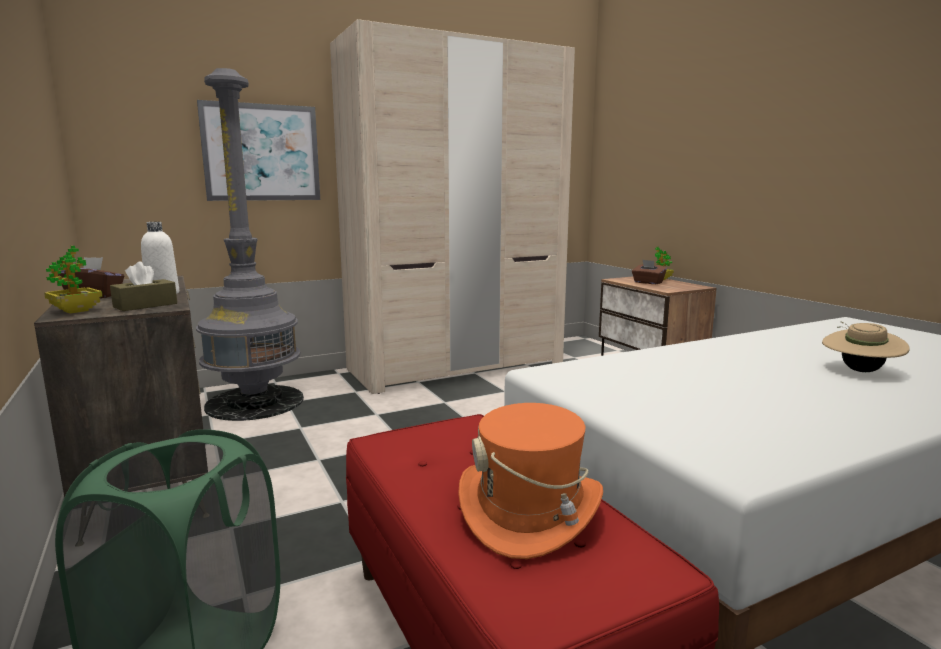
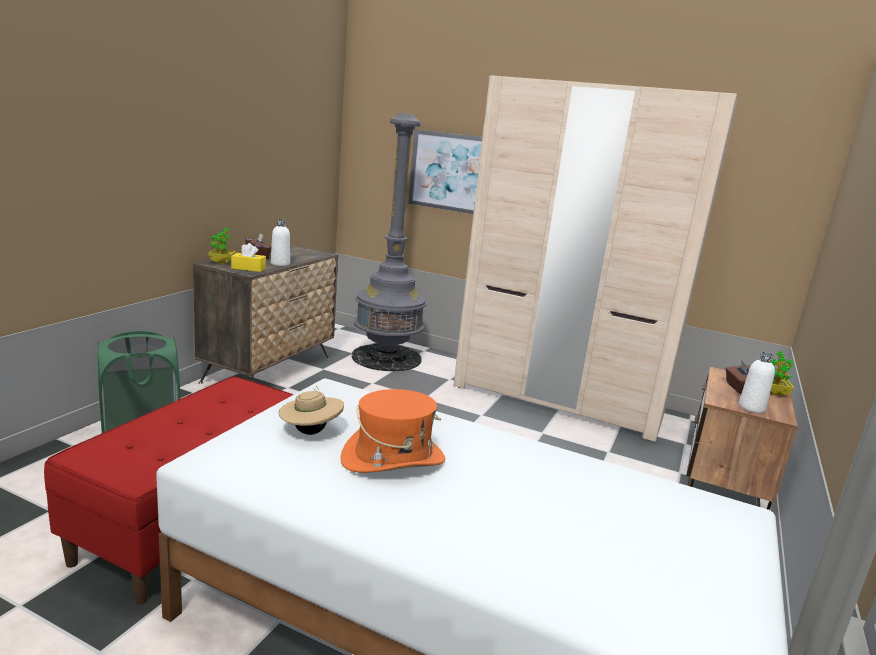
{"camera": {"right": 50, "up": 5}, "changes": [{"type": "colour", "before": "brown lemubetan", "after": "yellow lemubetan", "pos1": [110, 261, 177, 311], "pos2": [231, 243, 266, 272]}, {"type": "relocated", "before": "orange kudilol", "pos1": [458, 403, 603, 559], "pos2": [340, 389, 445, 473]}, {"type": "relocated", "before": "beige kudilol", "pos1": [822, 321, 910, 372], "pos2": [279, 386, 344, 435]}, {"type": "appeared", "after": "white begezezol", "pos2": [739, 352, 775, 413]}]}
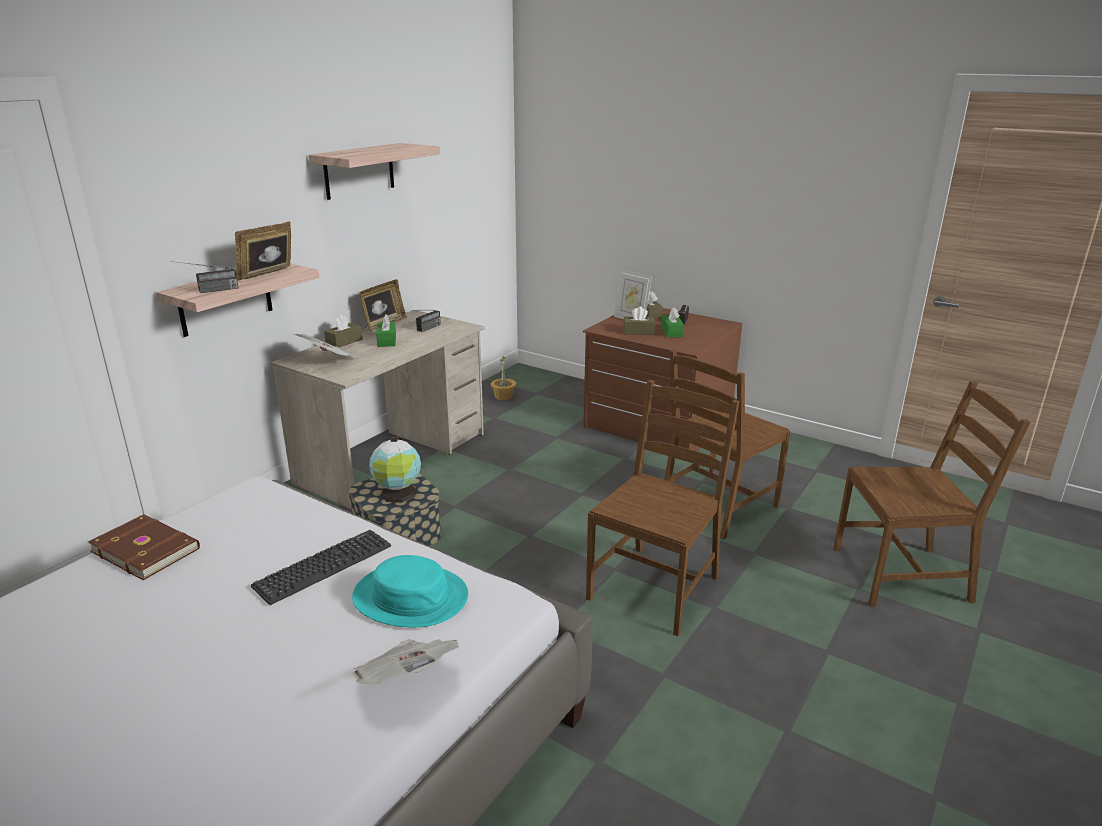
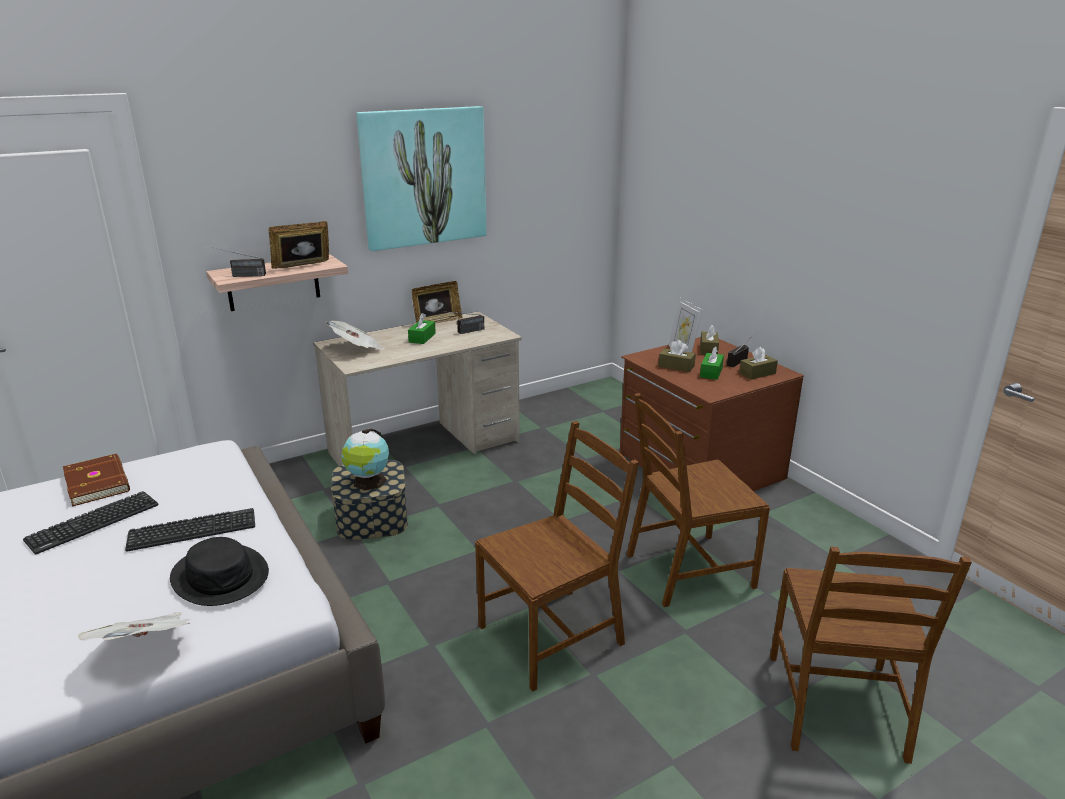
{"camera": {"right": 25, "up": 0}, "changes": [{"type": "exchanged", "before": "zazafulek", "after": "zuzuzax", "pos1": [308, 143, 440, 200], "pos2": [356, 106, 487, 251]}, {"type": "relocated", "before": "brown lemubetan", "pos1": [324, 315, 363, 348], "pos2": [739, 347, 778, 379]}, {"type": "colour", "before": "turquoise kudilol", "after": "black kudilol", "pos1": [352, 555, 468, 627], "pos2": [170, 537, 269, 606]}, {"type": "missing", "before": "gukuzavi", "pos1": [491, 356, 516, 400]}, {"type": "spun", "before": "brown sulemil", "pos1": [834, 381, 1030, 607], "pos2": [770, 546, 972, 764], "turn": 75}, {"type": "appeared", "after": "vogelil", "pos2": [23, 491, 159, 554]}]}
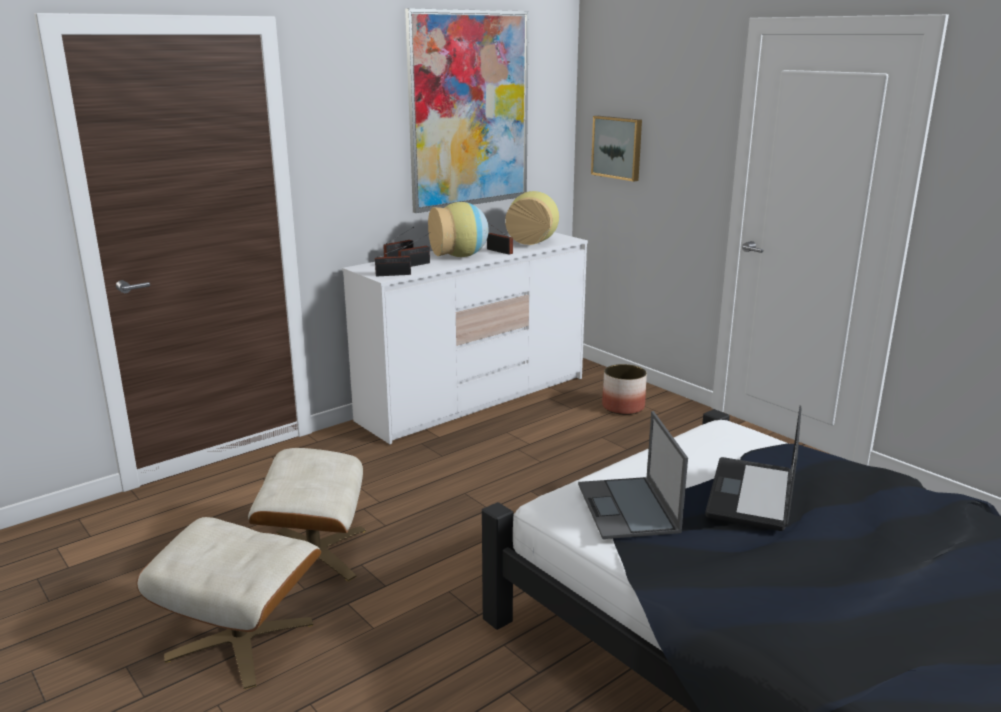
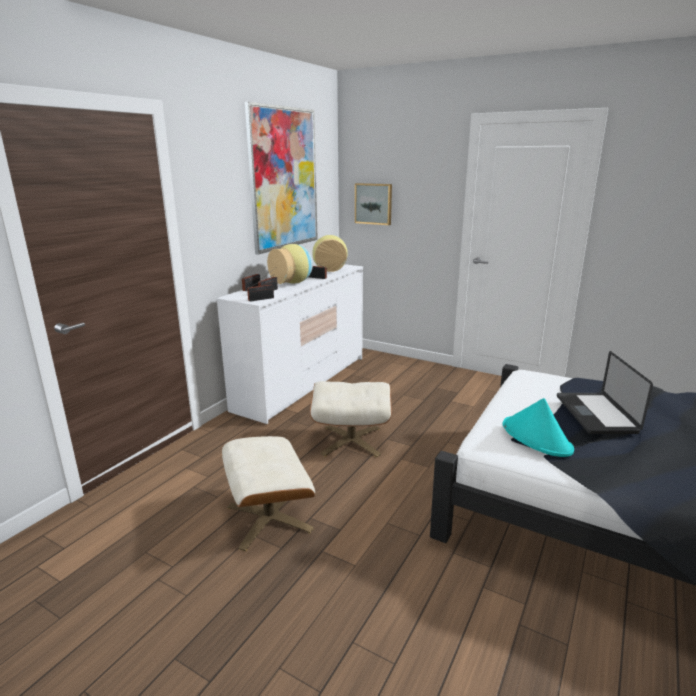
{"camera": {"right": -20, "up": 0}, "changes": [{"type": "relocated", "before": "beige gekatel", "pos1": [136, 517, 321, 689], "pos2": [310, 381, 392, 457]}, {"type": "exchanged", "before": "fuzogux", "after": "turquoise kudilol", "pos1": [578, 411, 688, 539], "pos2": [502, 398, 574, 457]}, {"type": "missing", "before": "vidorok", "pos1": [602, 364, 647, 415]}]}
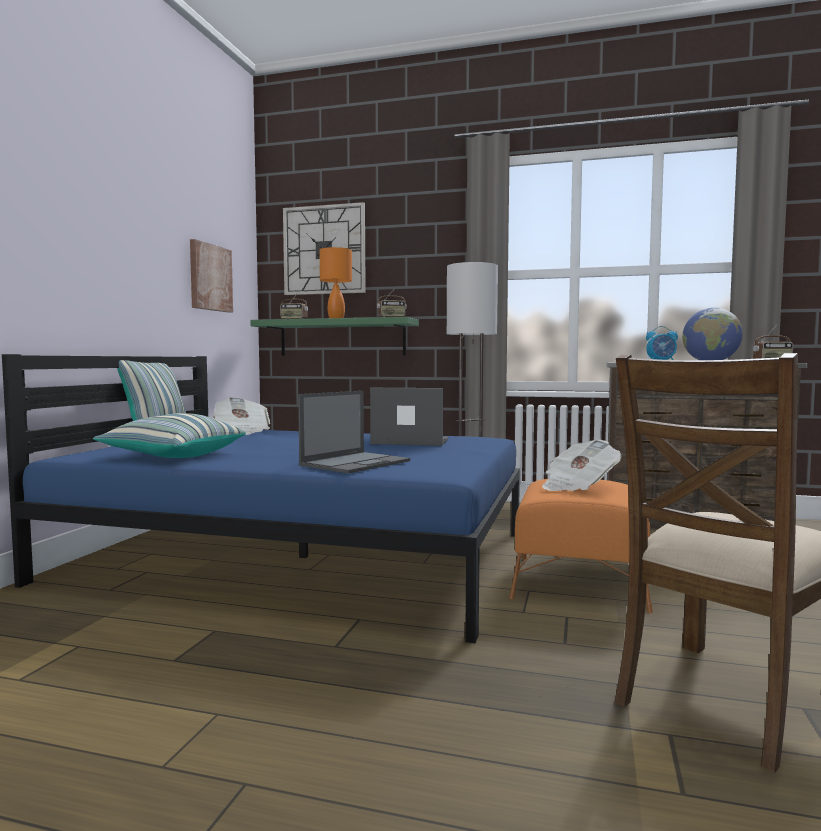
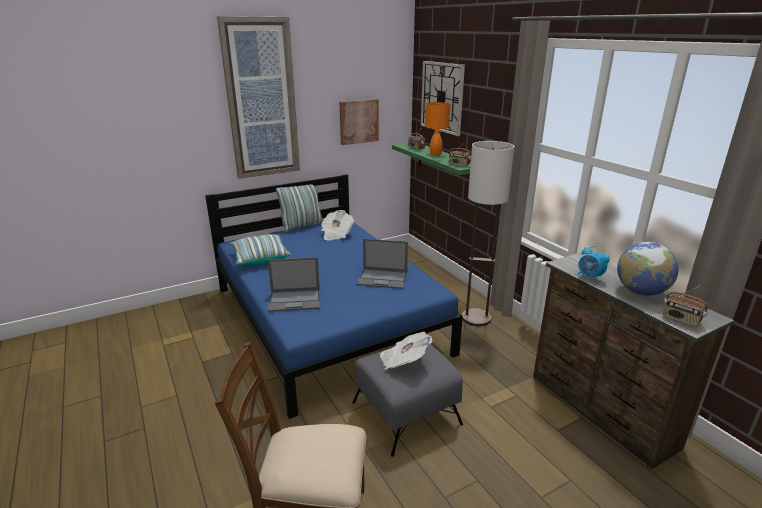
{"camera": {"right": 45, "up": 20}, "changes": [{"type": "spun", "before": "fuzogux", "pos1": [370, 388, 449, 446], "pos2": [357, 239, 408, 289], "turn": 135}, {"type": "colour", "before": "orange gekatel", "after": "grey gekatel", "pos1": [509, 479, 653, 613], "pos2": [352, 344, 463, 457]}, {"type": "appeared", "after": "zuzuzax", "pos2": [217, 16, 300, 179]}]}
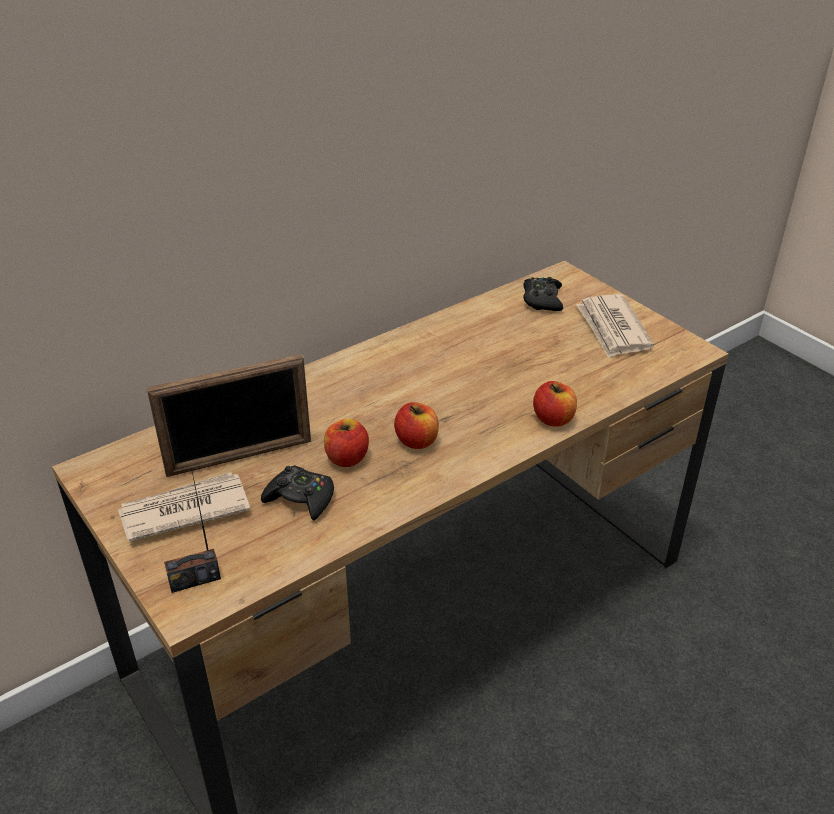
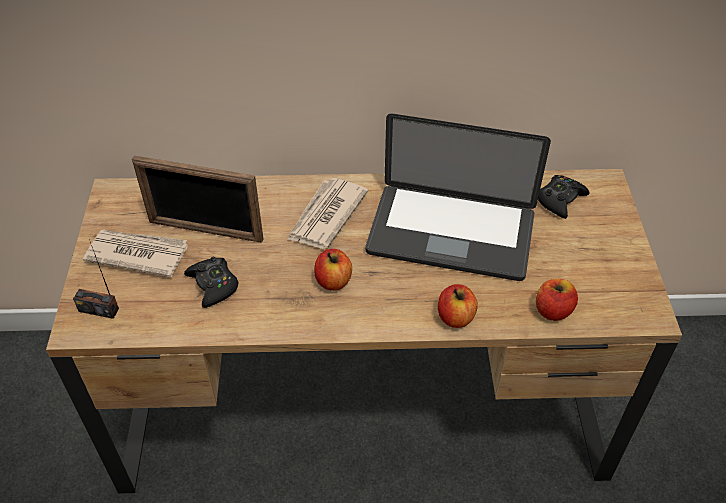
{"camera": {"right": 35, "up": 10}, "changes": [{"type": "relocated", "before": "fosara", "pos1": [324, 419, 369, 467], "pos2": [536, 279, 578, 321]}, {"type": "relocated", "before": "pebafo", "pos1": [576, 294, 654, 358], "pos2": [287, 178, 368, 249]}, {"type": "appeared", "after": "fuzogux", "pos2": [365, 114, 551, 281]}]}
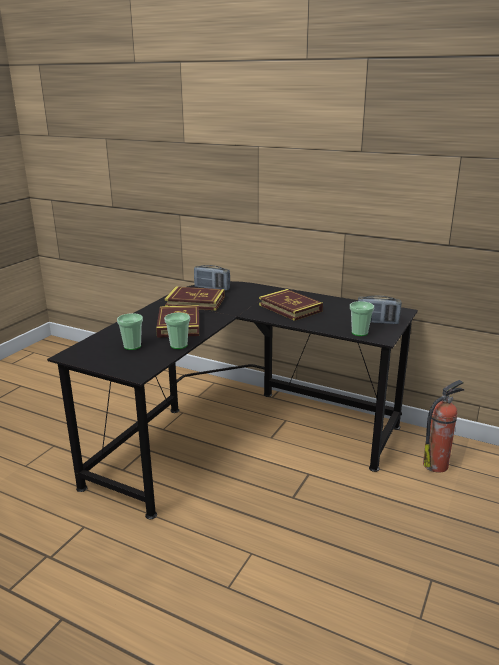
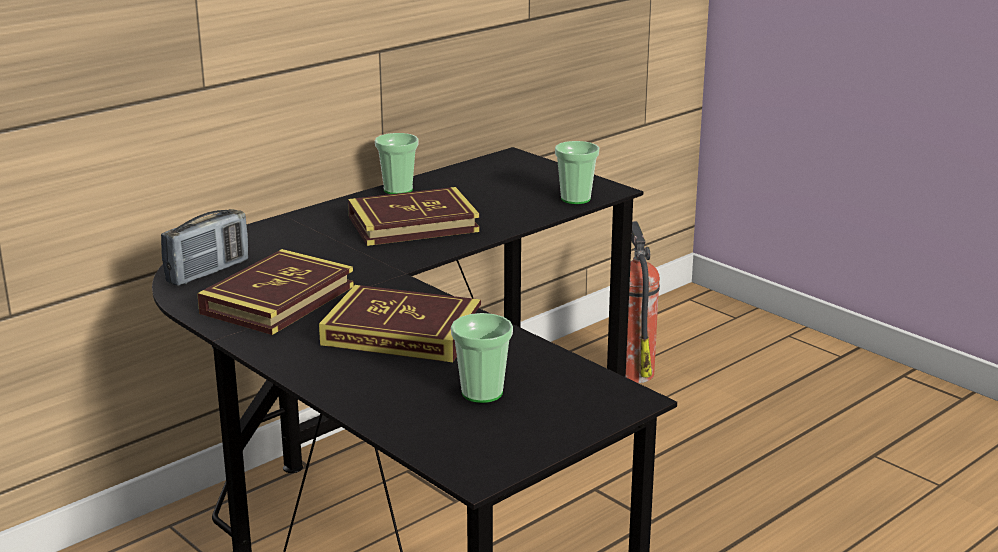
{"camera": {"right": -70, "up": 0}, "changes": [{"type": "relocated", "before": "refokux", "pos1": [164, 313, 190, 349], "pos2": [375, 133, 419, 194]}, {"type": "missing", "before": "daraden", "pos1": [358, 296, 402, 324]}]}
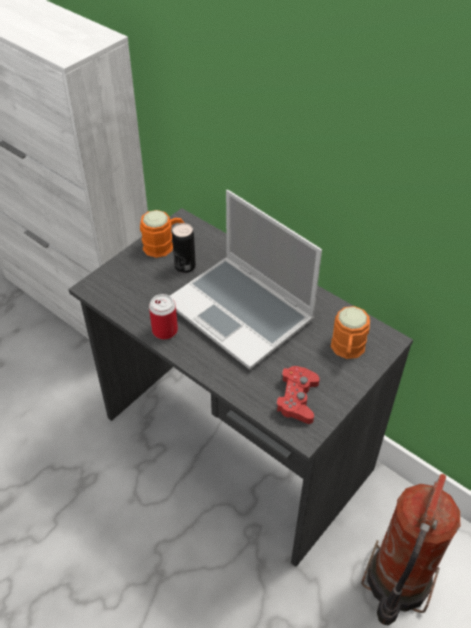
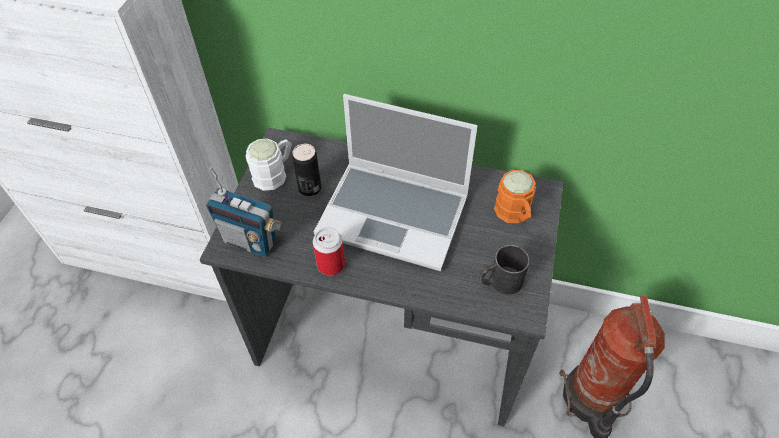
{"camera": {"right": -25, "up": 5}, "changes": [{"type": "colour", "before": "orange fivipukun", "after": "white fivipukun", "pos1": [140, 210, 184, 258], "pos2": [246, 139, 292, 191]}, {"type": "exchanged", "before": "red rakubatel", "after": "black fivipukun", "pos1": [275, 366, 320, 424], "pos2": [479, 245, 530, 295]}, {"type": "appeared", "after": "daraden", "pos2": [206, 167, 282, 256]}]}
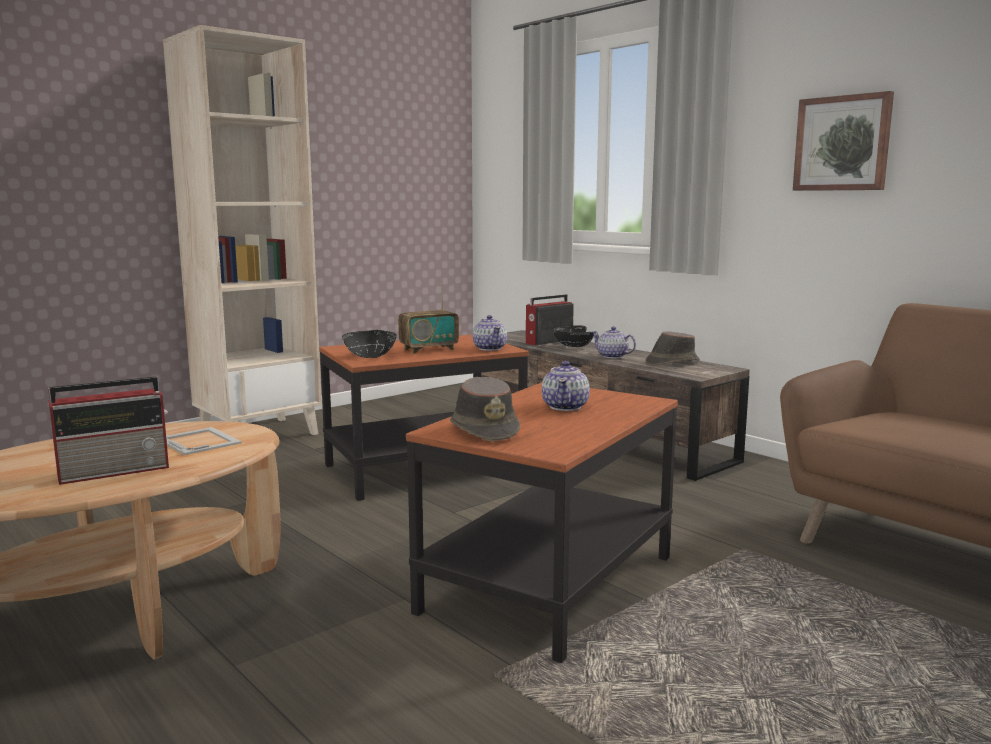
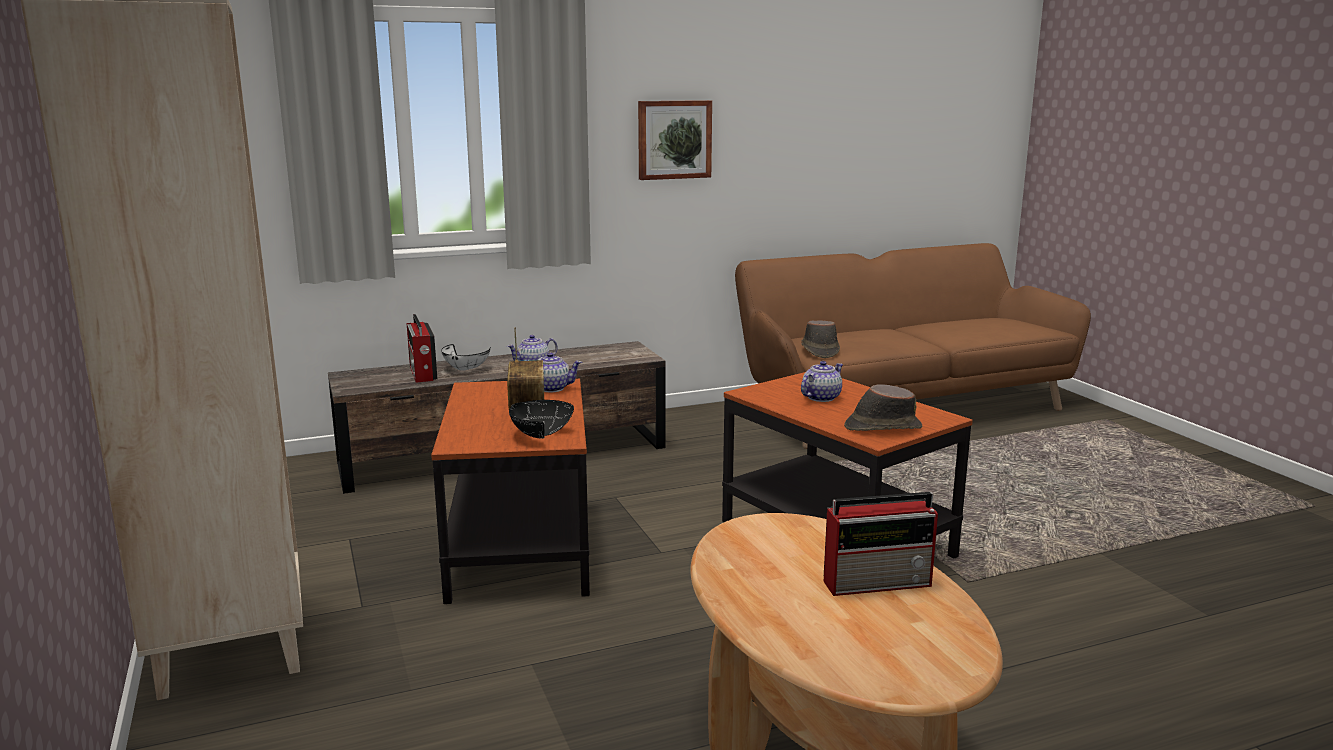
{"camera": {"right": -70, "up": 5}, "changes": [{"type": "spun", "before": "daraden", "pos1": [48, 377, 169, 485], "pos2": [824, 492, 938, 596], "turn": 90}, {"type": "missing", "before": "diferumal", "pos1": [166, 427, 242, 455]}, {"type": "spun", "before": "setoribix", "pos1": [542, 361, 590, 411], "pos2": [801, 361, 843, 402], "turn": -75}, {"type": "colour", "before": "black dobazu", "after": "white dobazu", "pos1": [553, 326, 594, 347], "pos2": [441, 344, 491, 371]}, {"type": "relocated", "before": "brown kudilol", "pos1": [645, 331, 700, 366], "pos2": [801, 320, 840, 358]}]}
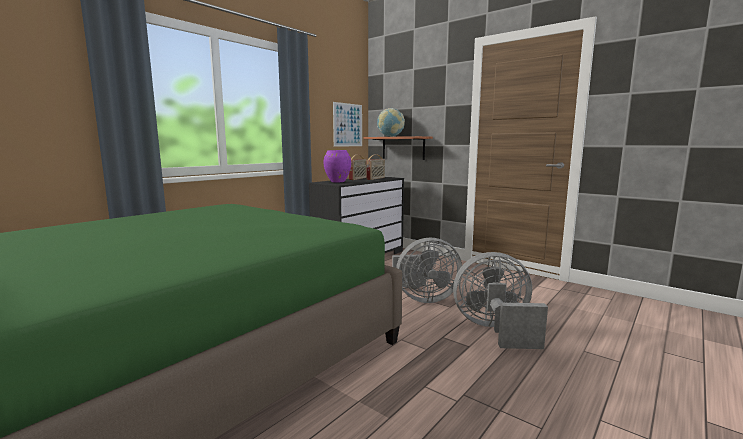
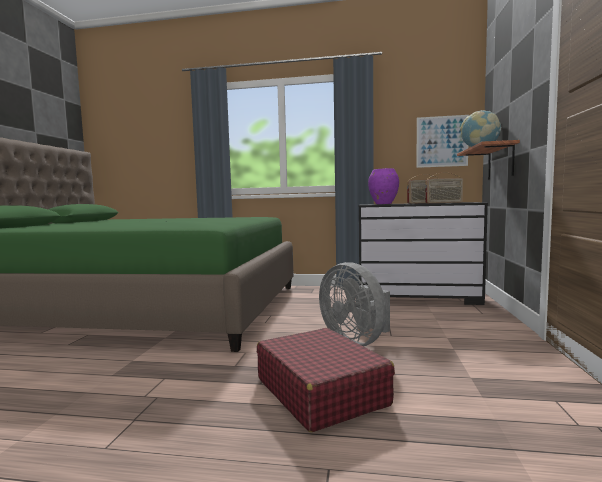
{"camera": {"right": 60, "up": -5}, "changes": [{"type": "exchanged", "before": "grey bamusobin", "after": "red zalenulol", "pos1": [453, 252, 548, 349], "pos2": [257, 328, 395, 432]}]}
